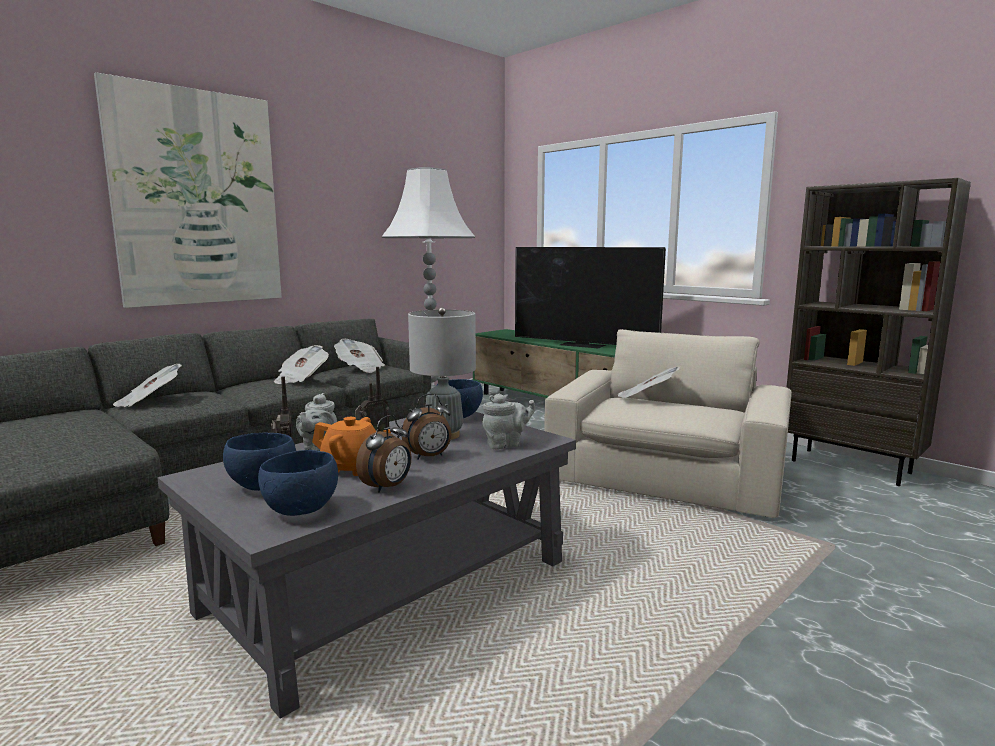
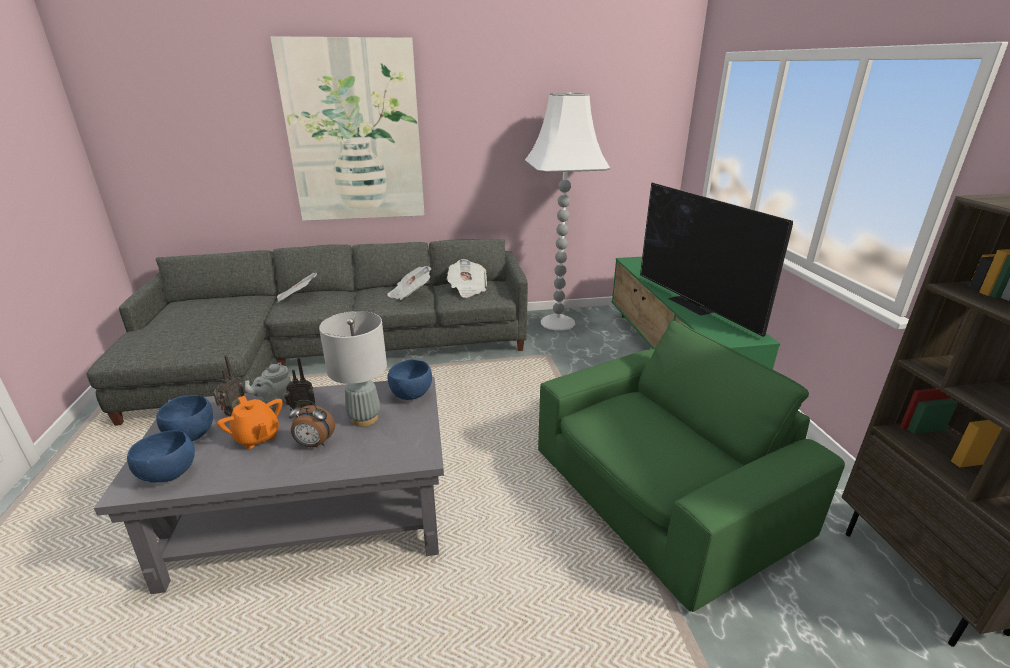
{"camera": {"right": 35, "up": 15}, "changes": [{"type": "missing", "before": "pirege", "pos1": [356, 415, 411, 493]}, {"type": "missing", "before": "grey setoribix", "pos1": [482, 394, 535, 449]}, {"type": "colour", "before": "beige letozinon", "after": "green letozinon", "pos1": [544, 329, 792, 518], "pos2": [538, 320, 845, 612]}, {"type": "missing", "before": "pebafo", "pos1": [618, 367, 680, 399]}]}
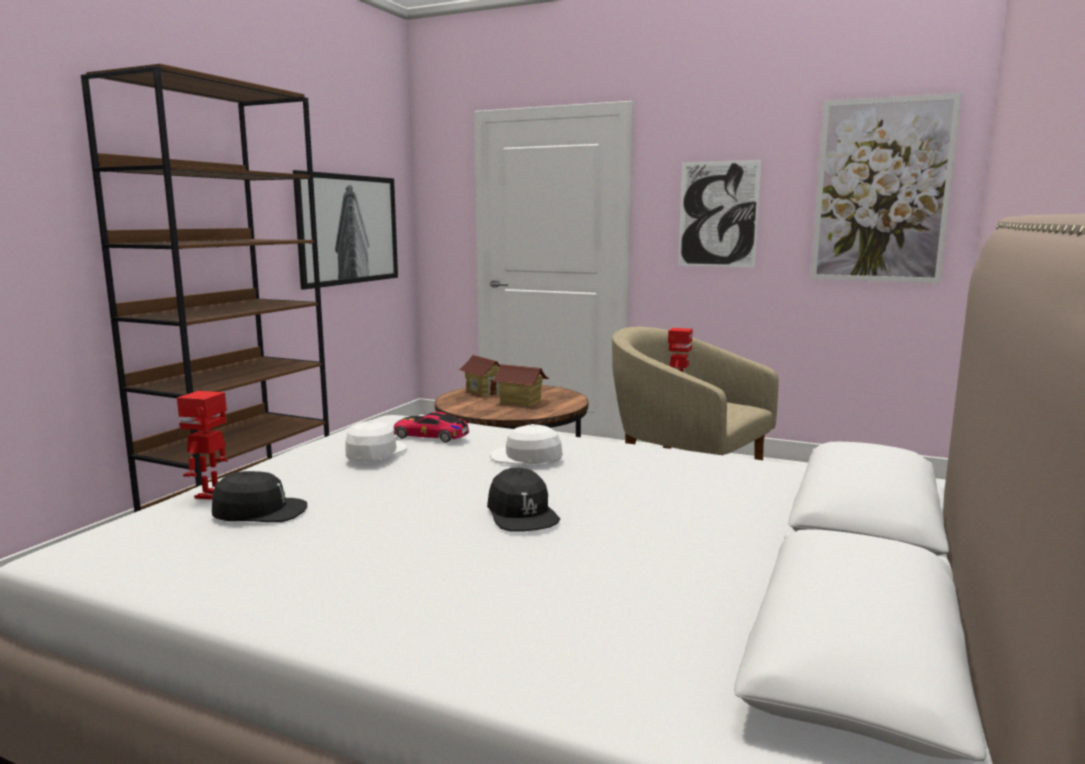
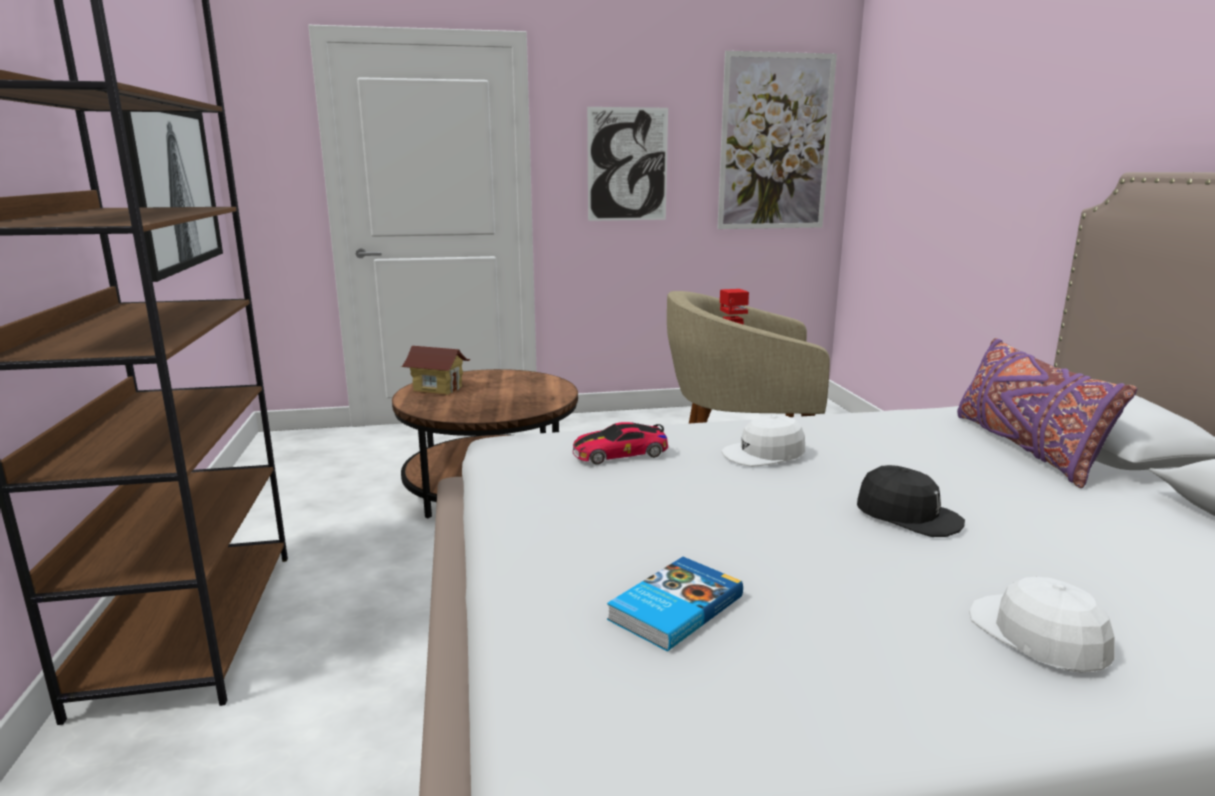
{"camera": {"right": -35, "up": 5}, "changes": [{"type": "missing", "before": "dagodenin", "pos1": [177, 391, 228, 499]}, {"type": "exchanged", "before": "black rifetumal", "after": "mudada", "pos1": [212, 471, 307, 522], "pos2": [607, 557, 743, 651]}, {"type": "relocated", "before": "white rifetumal", "pos1": [345, 421, 407, 461], "pos2": [969, 577, 1115, 673]}, {"type": "missing", "before": "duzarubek", "pos1": [492, 364, 549, 407]}, {"type": "appeared", "after": "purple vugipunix", "pos2": [957, 338, 1137, 488]}]}
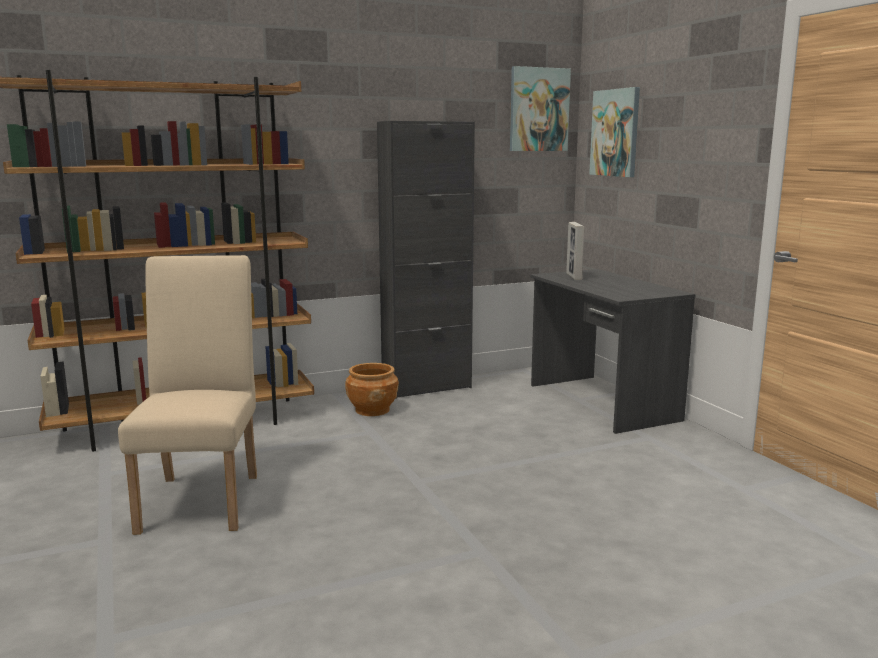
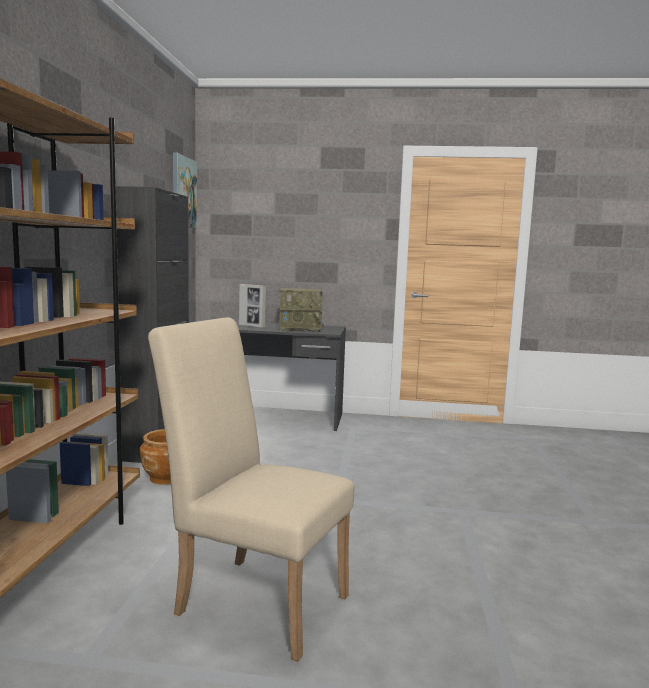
{"camera": {"right": -60, "up": -5}, "changes": [{"type": "missing", "before": "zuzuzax", "pos1": [589, 87, 640, 177]}, {"type": "appeared", "after": "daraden", "pos2": [279, 288, 324, 332]}]}
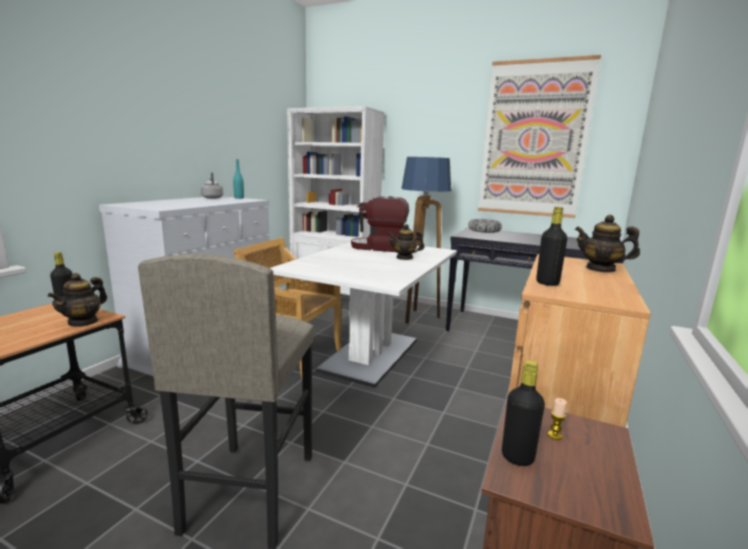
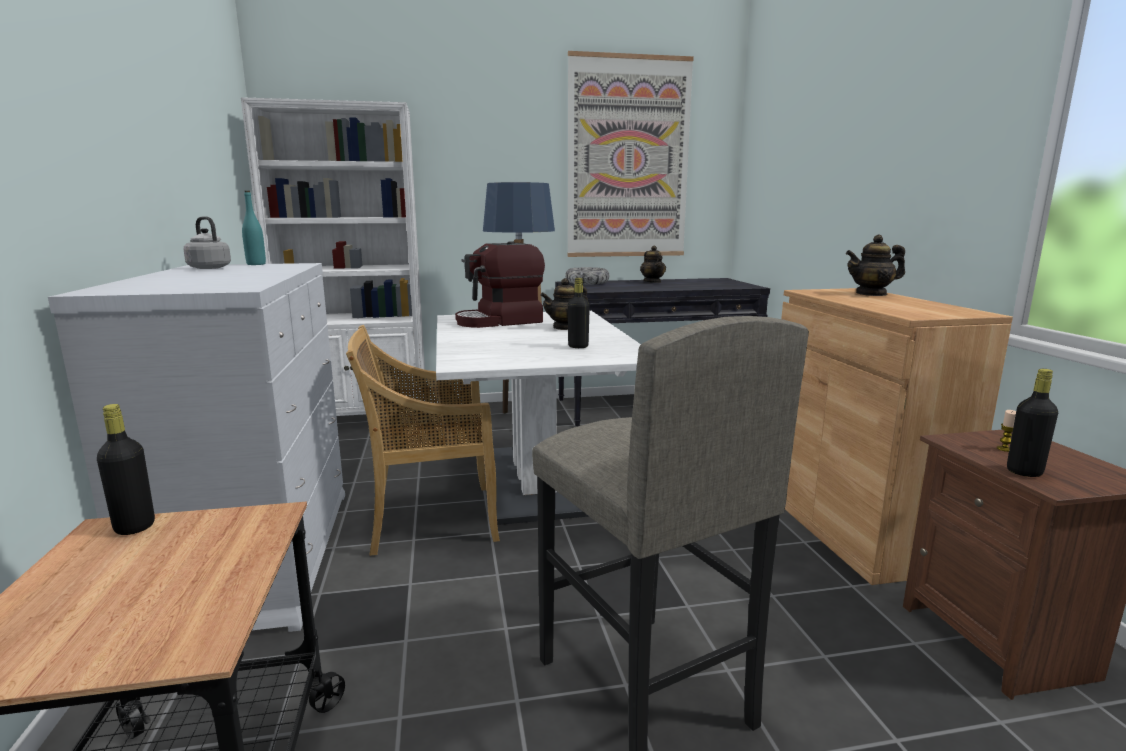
{"camera": {"right": -35, "up": 0}, "changes": [{"type": "relocated", "before": "setoribix", "pos1": [48, 273, 107, 327], "pos2": [640, 245, 666, 283]}, {"type": "relocated", "before": "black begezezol", "pos1": [536, 207, 567, 286], "pos2": [568, 278, 590, 348]}]}
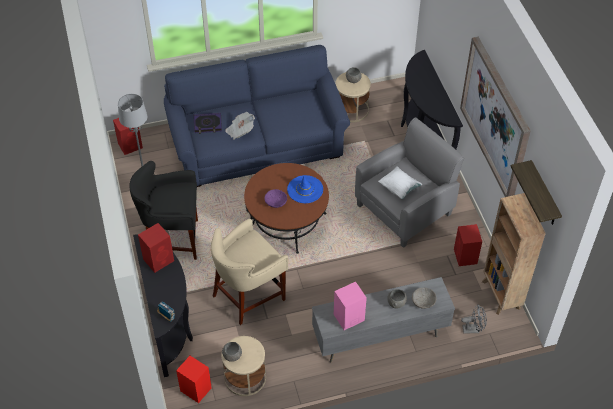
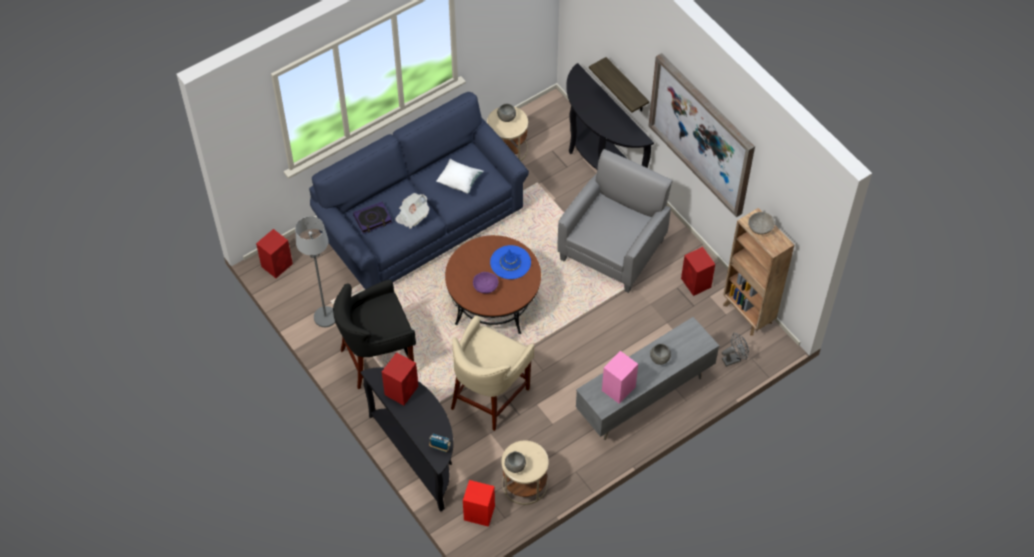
{"camera": {"right": -20, "up": 5}, "changes": [{"type": "relocated", "before": "white vugipunix", "pos1": [378, 166, 422, 199], "pos2": [436, 159, 484, 194]}, {"type": "relocated", "before": "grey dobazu", "pos1": [412, 288, 436, 308], "pos2": [748, 212, 775, 235]}, {"type": "relocated", "before": "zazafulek", "pos1": [511, 160, 562, 225], "pos2": [589, 57, 649, 113]}]}
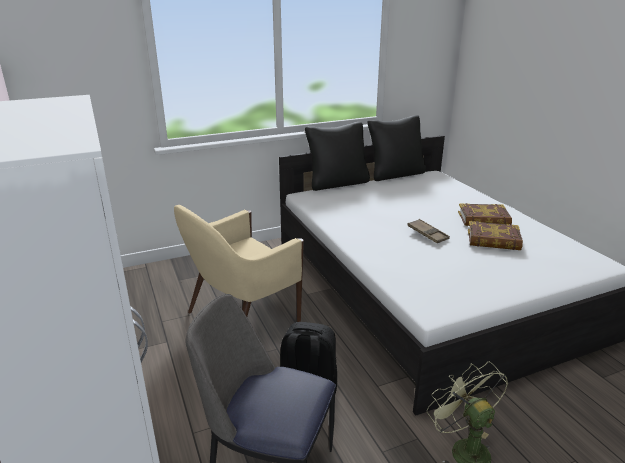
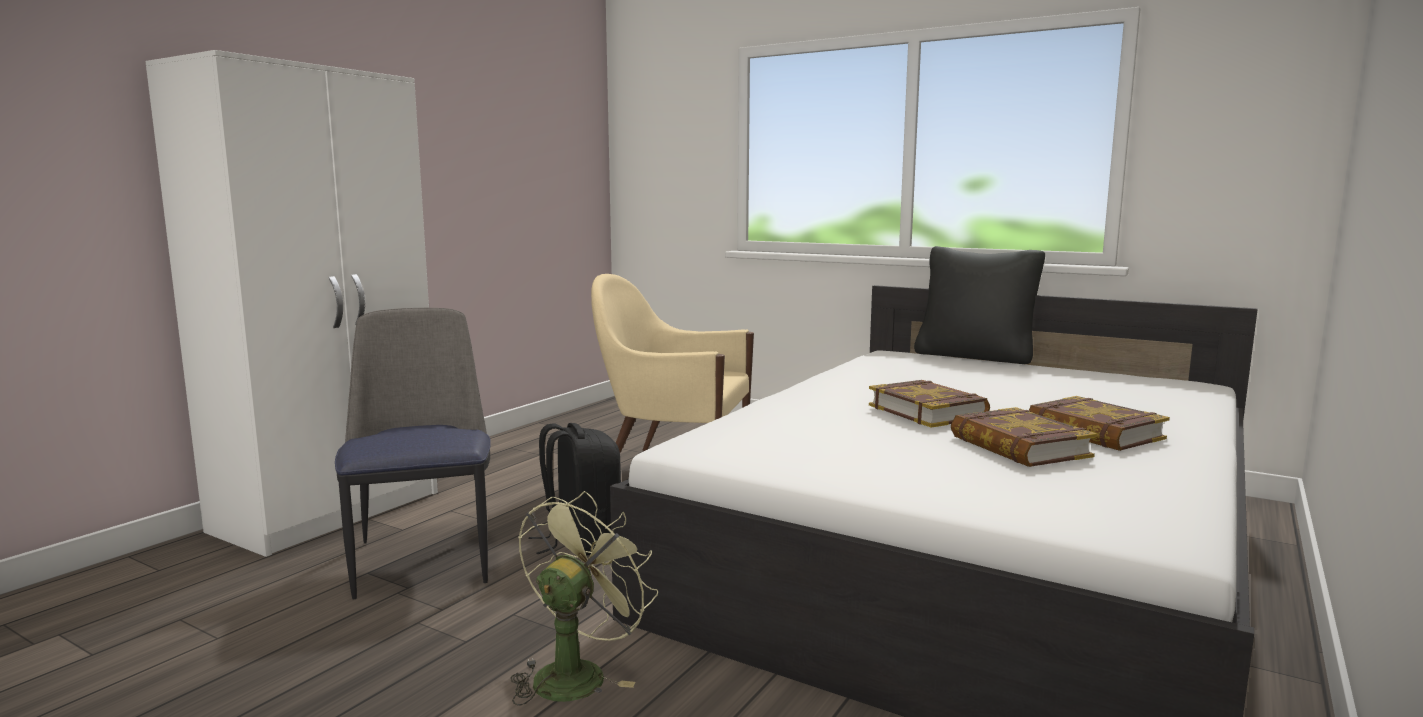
{"camera": {"right": 55, "up": -15}, "changes": [{"type": "missing", "before": "black vugipunix", "pos1": [367, 115, 426, 181]}, {"type": "exchanged", "before": "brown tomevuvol", "after": "mudada", "pos1": [407, 219, 450, 243], "pos2": [869, 380, 990, 428]}]}
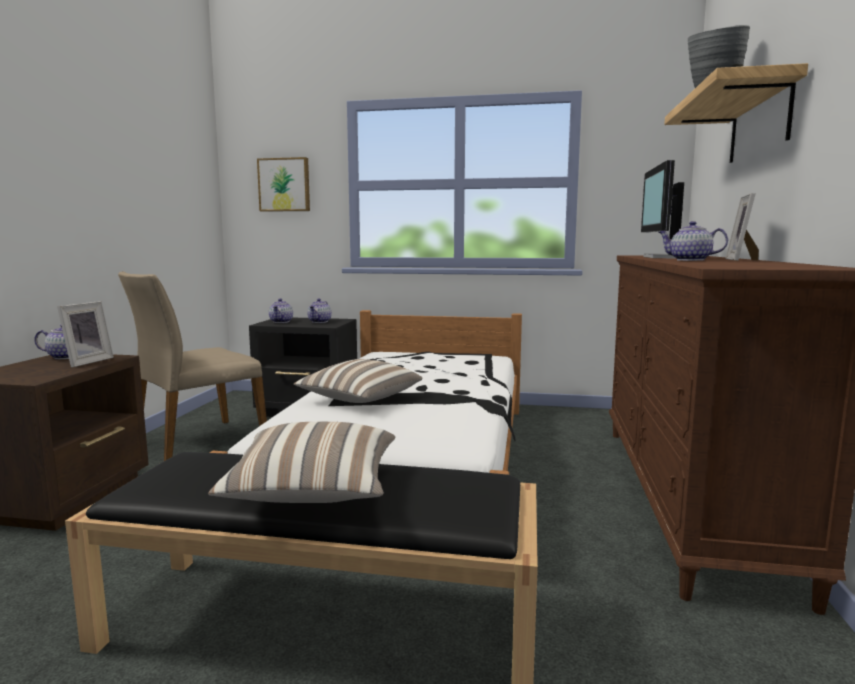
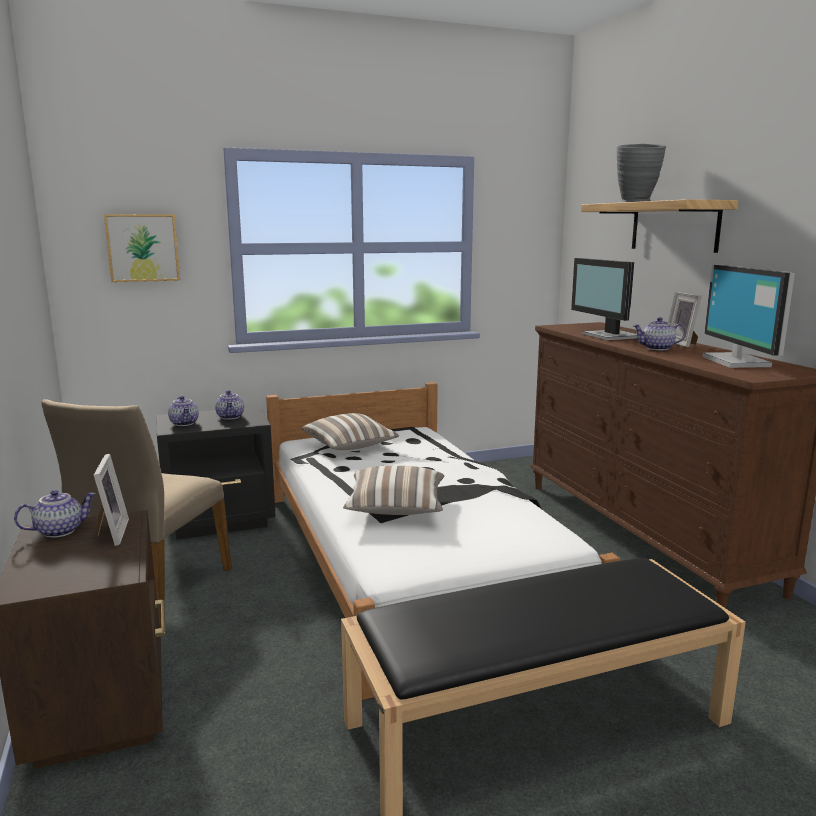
{"camera": {"right": -30, "up": 5}, "changes": [{"type": "relocated", "before": "vugipunix", "pos1": [208, 422, 396, 503], "pos2": [302, 413, 399, 450]}, {"type": "appeared", "after": "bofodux", "pos2": [702, 264, 795, 368]}]}
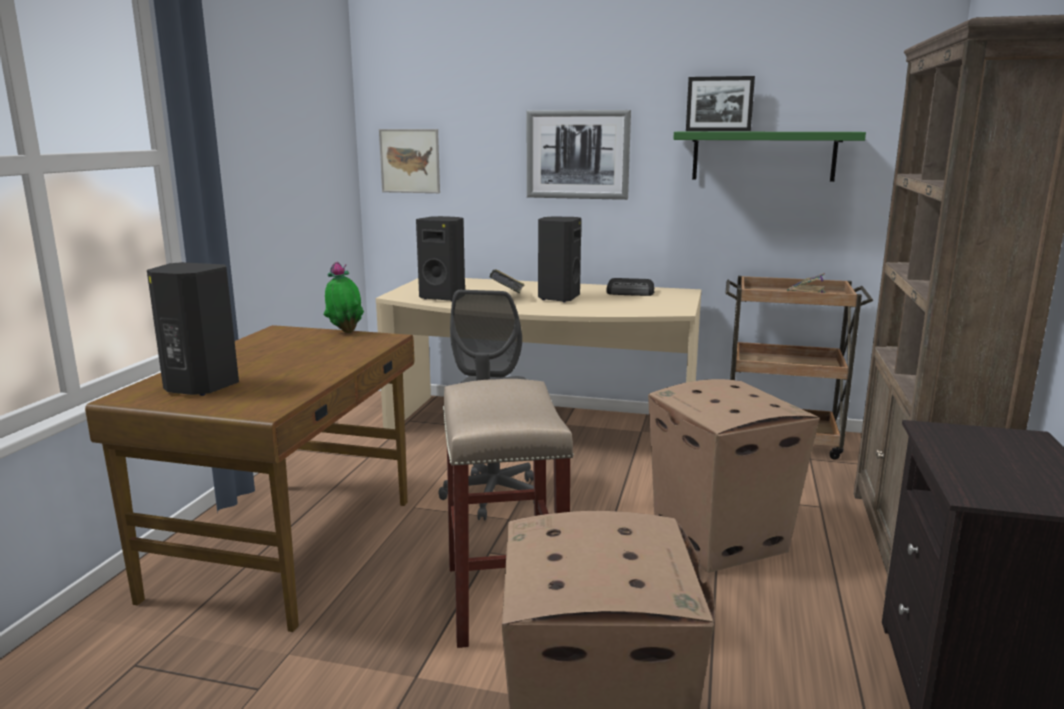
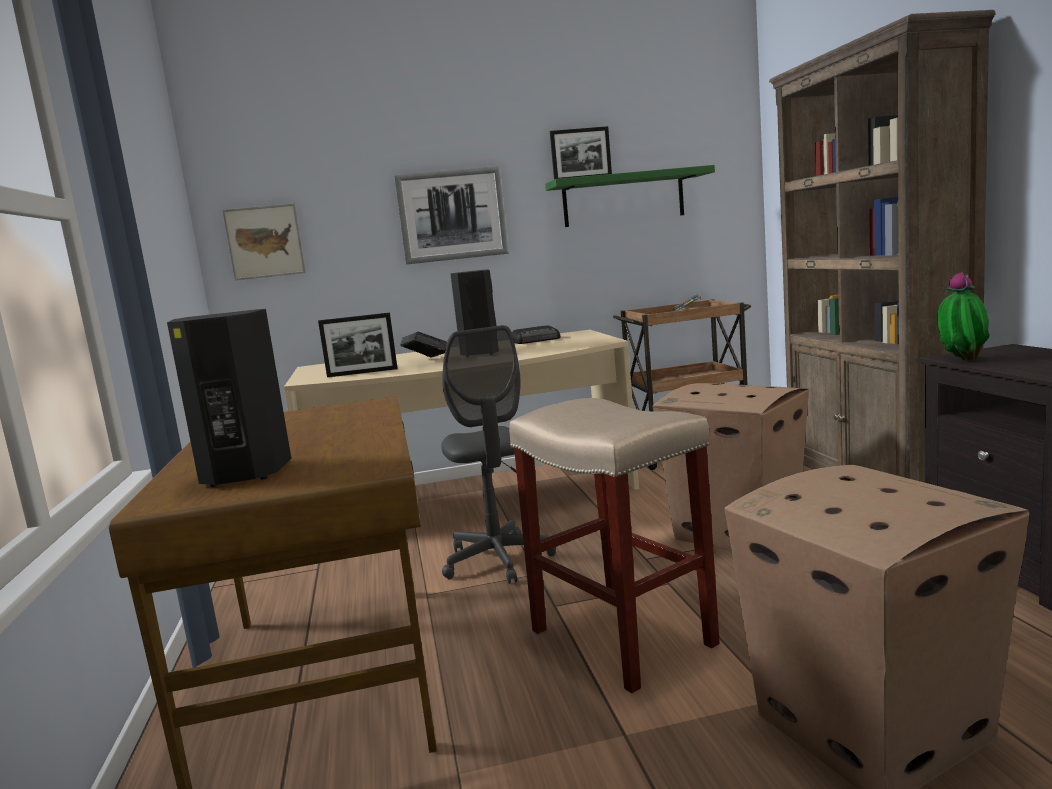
{"camera": {"right": -25, "up": -5}, "changes": [{"type": "relocated", "before": "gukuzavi", "pos1": [324, 262, 364, 333], "pos2": [938, 272, 990, 361]}, {"type": "exchanged", "before": "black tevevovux", "after": "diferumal", "pos1": [416, 216, 465, 301], "pos2": [318, 313, 398, 377]}]}
